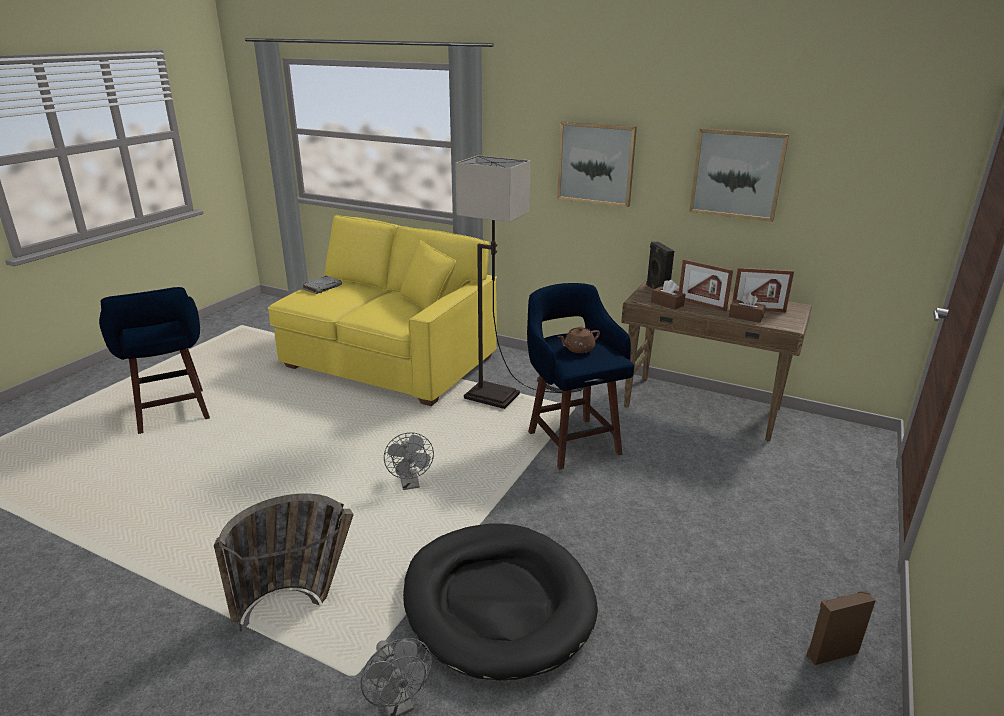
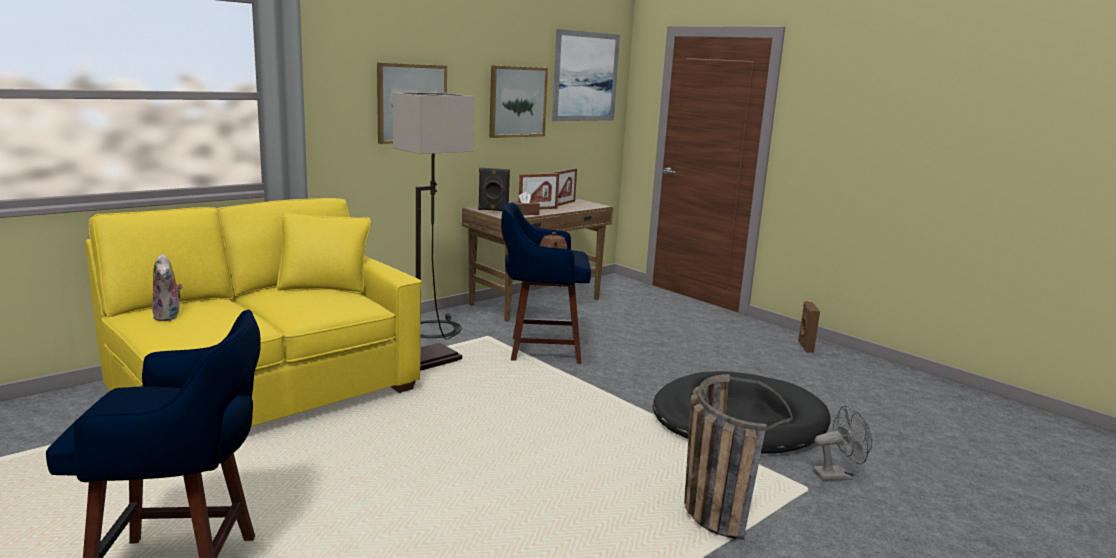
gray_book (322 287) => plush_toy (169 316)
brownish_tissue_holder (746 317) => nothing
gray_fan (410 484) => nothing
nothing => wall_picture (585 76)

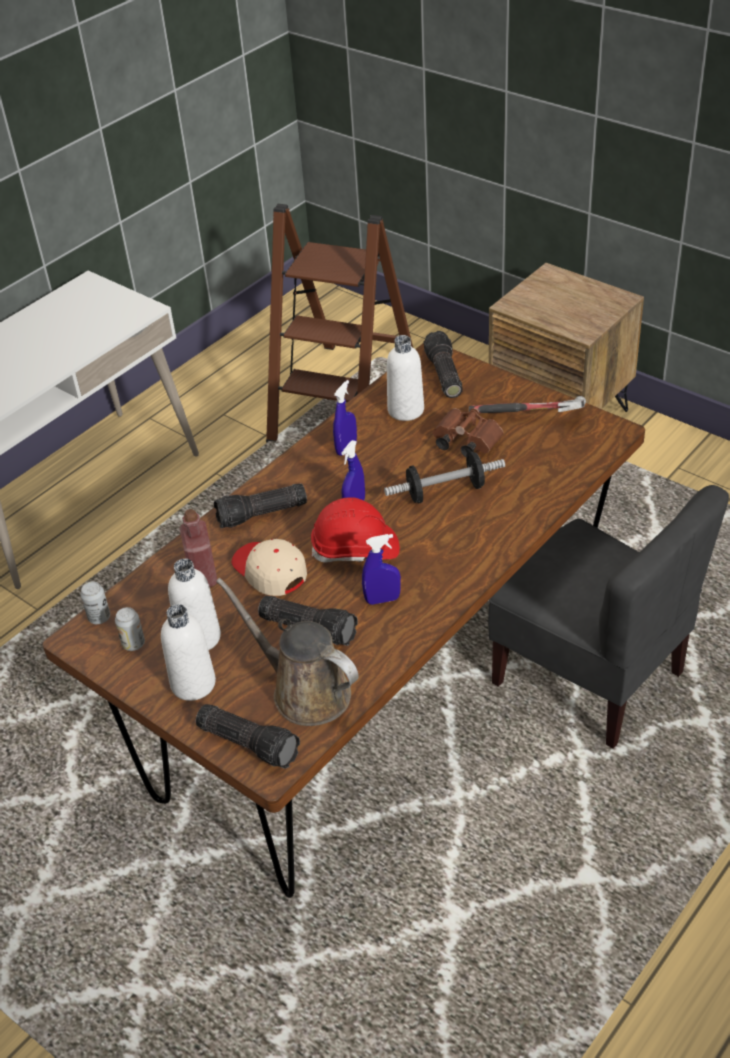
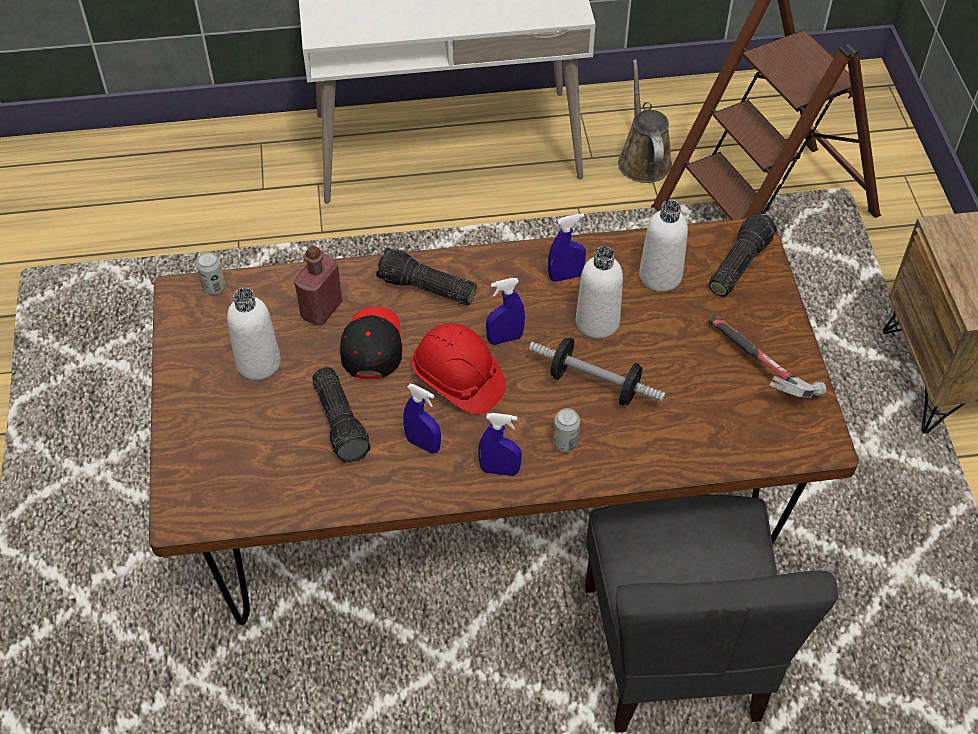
brownish_pair_of_binoculars (464 443) => nothing
beige-coloured_baseball_cap (269 571) => blackish_baseball_cap (372 346)
brownish_sprinkling_can (304 691) => brownish_sprinkling_can (643 159), move
white_bottle (193 684) => white_bottle (597 322), move
metal_can (133 644) => metal_can (565 443), move
flashlight (250 742) => nothing
nothing => blue-coloured_spray_bottle (499 470)

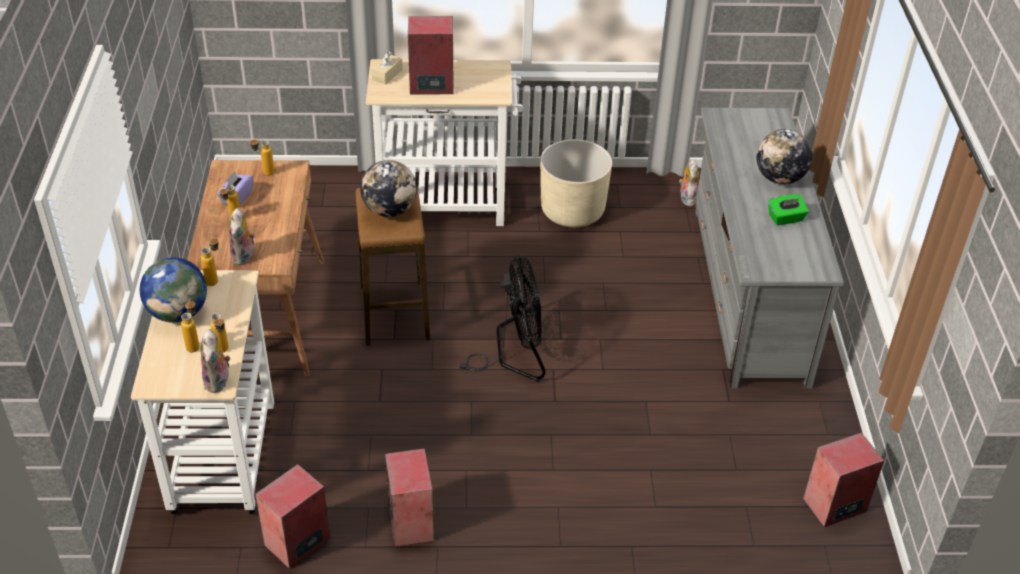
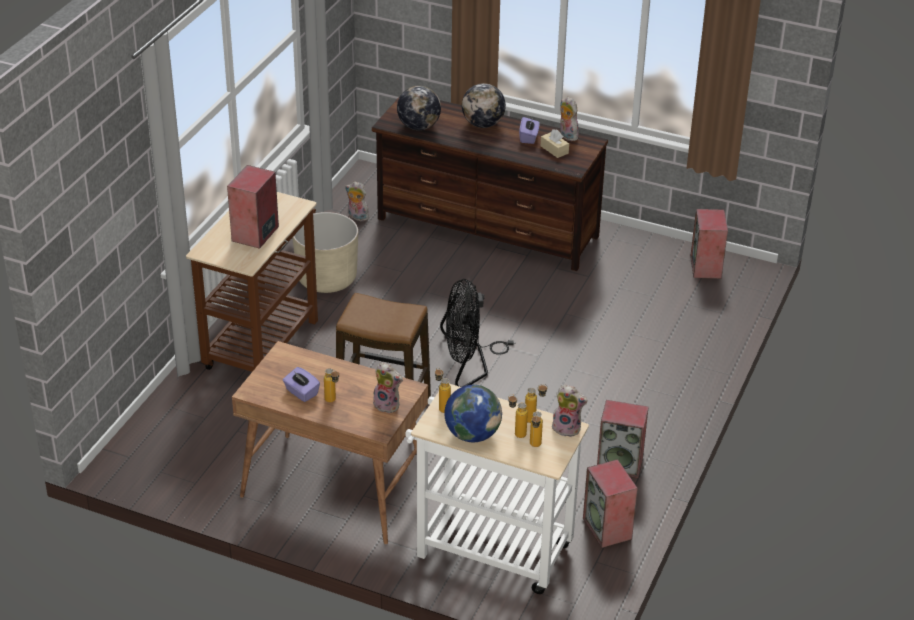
beige-coloured_tissue_holder (387 74) => beige-coloured_tissue_holder (554 150), move
white_cart (445 204) => brownish_cart (262 344)
gray_chest_of_drawers (747 295) => brownish_chest_of_drawers (488 229)
bottle (264 173) => bottle (535 447), move
world_globe (389 210) => world_globe (418 127), move
greenish_tissue_holder (786 218) => purple_tissue_holder (529 137)
blackish_fan (513 349) => blackish_fan (470 360), 120 degrees counterclockwise
nothing => plush_toy (567 136)

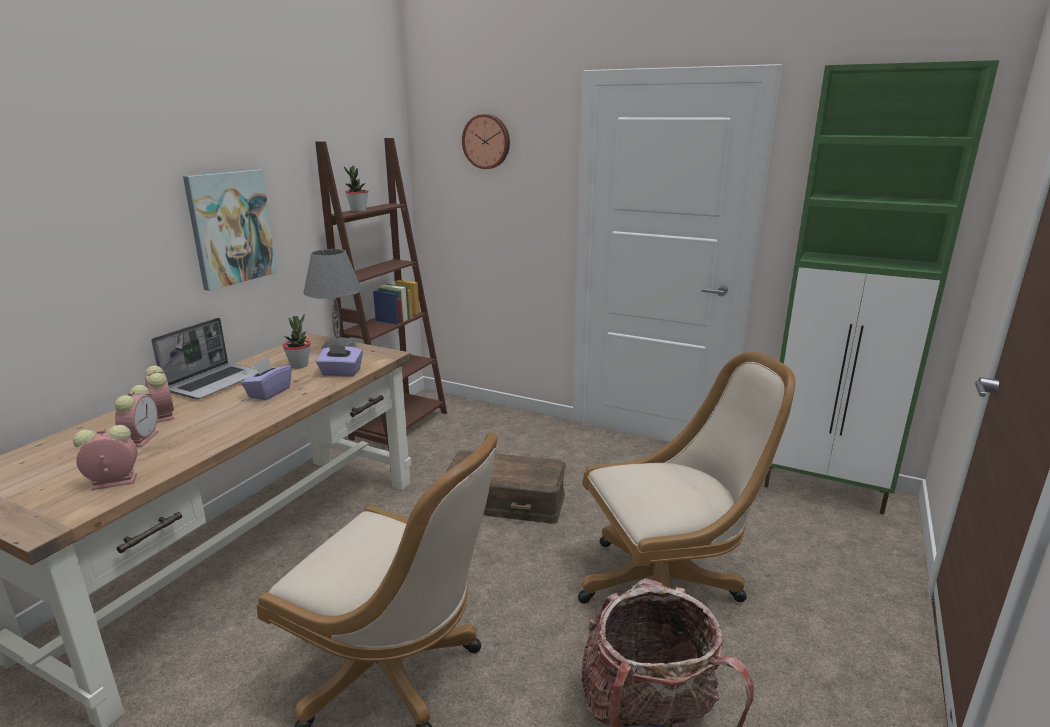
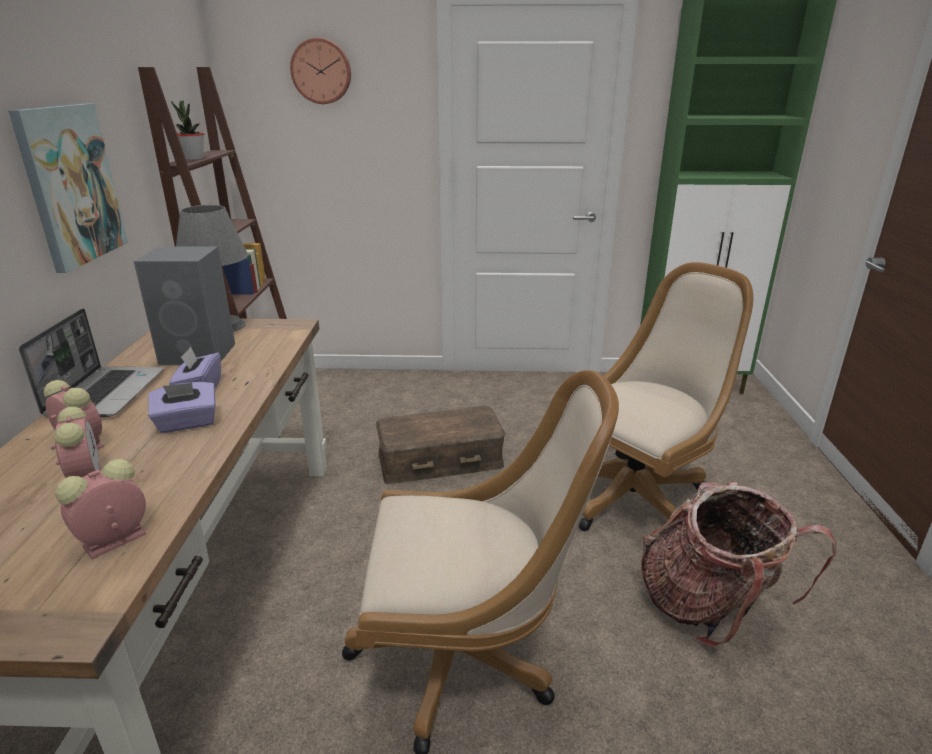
houseplant (299 365) => gray_speaker (200 354)
purple_tissue_holder (341 373) => purple_tissue_holder (187 423), move

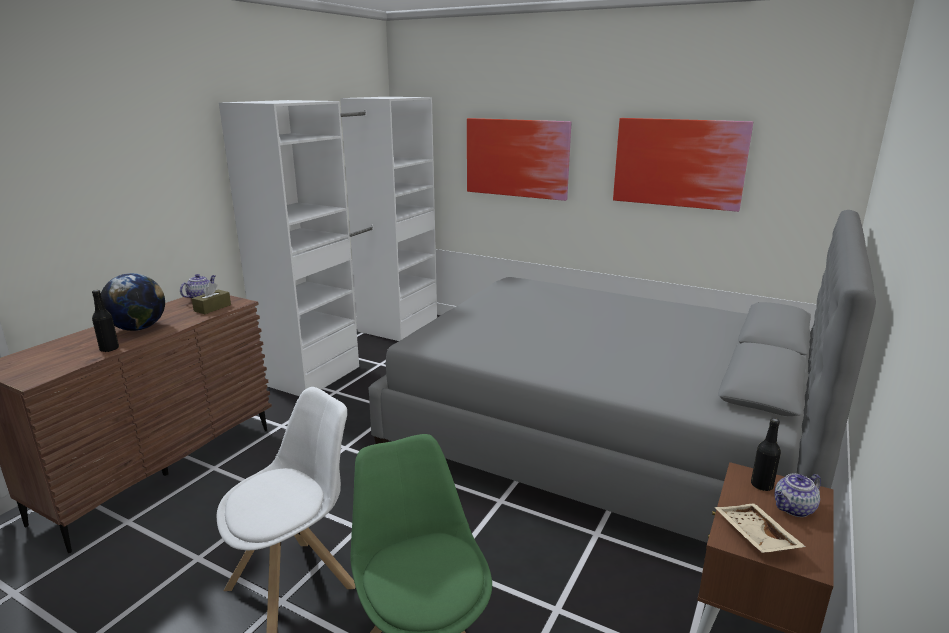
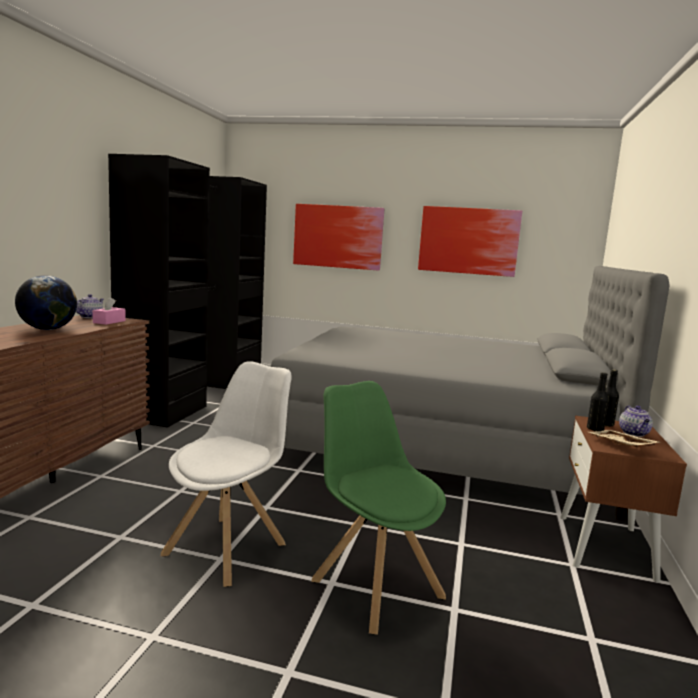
white_clothes_cupboard (359 347) => blackish_clothes_cupboard (198 394)
brownish_tissue_holder (212 308) => pinkish_tissue_holder (109 322)
blackish_bottle (109 349) => blackish_bottle (595 429), move
tea_pot (793 509) => tea_pot (634 433), 45 degrees counterclockwise

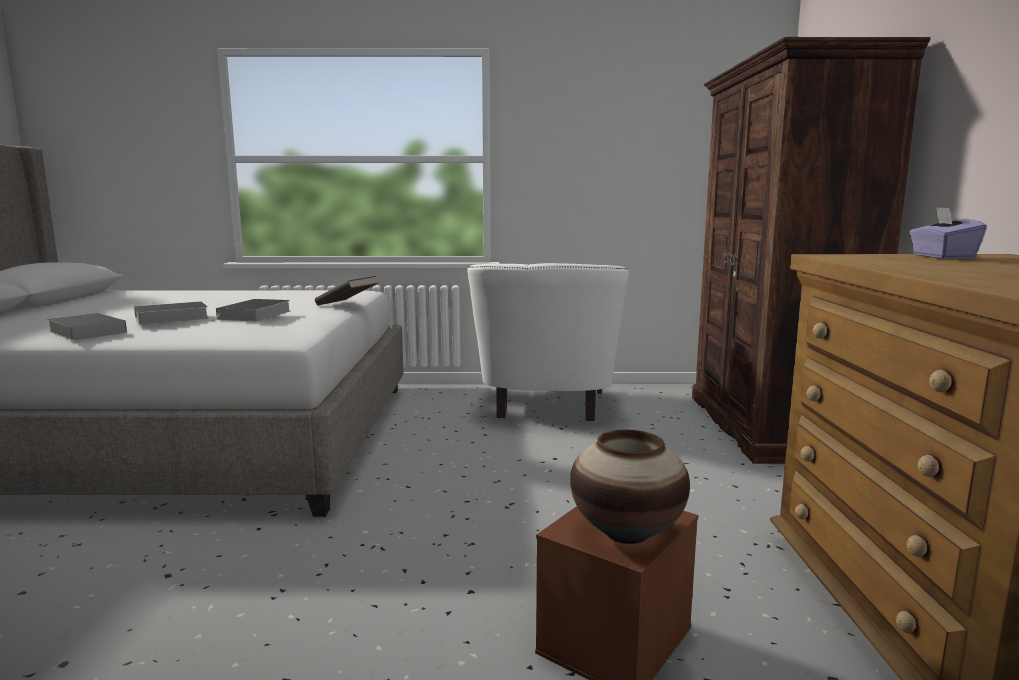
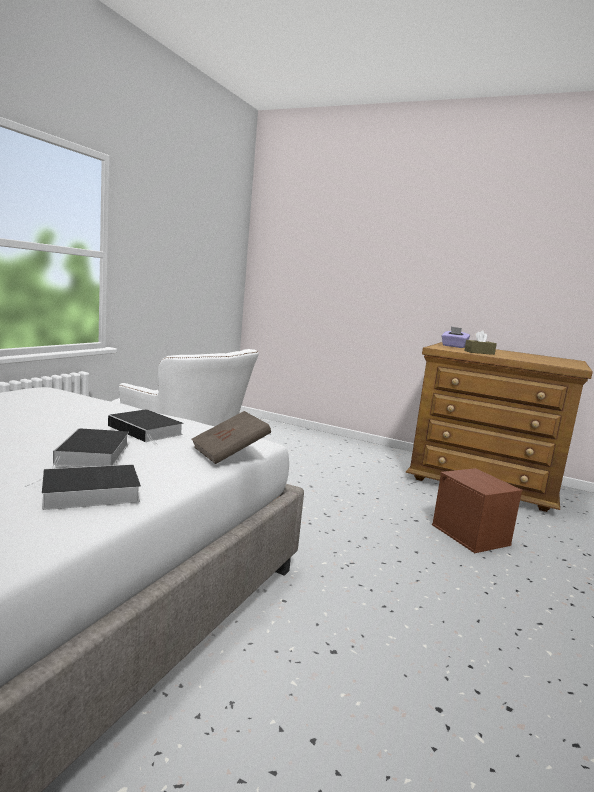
brownish_clothes_cupboard (768 426) => nothing
brownish_book (347 304) => brownish_book (229 453), move
flower_vase (626 533) => nothing
nothing => brownish_tissue_holder (479 352)

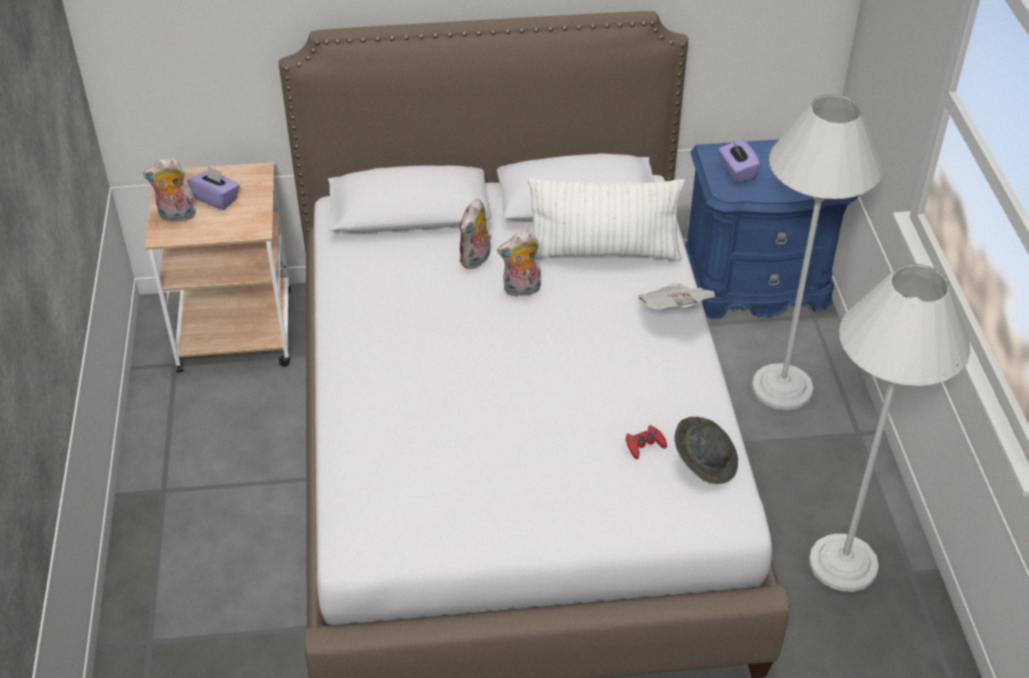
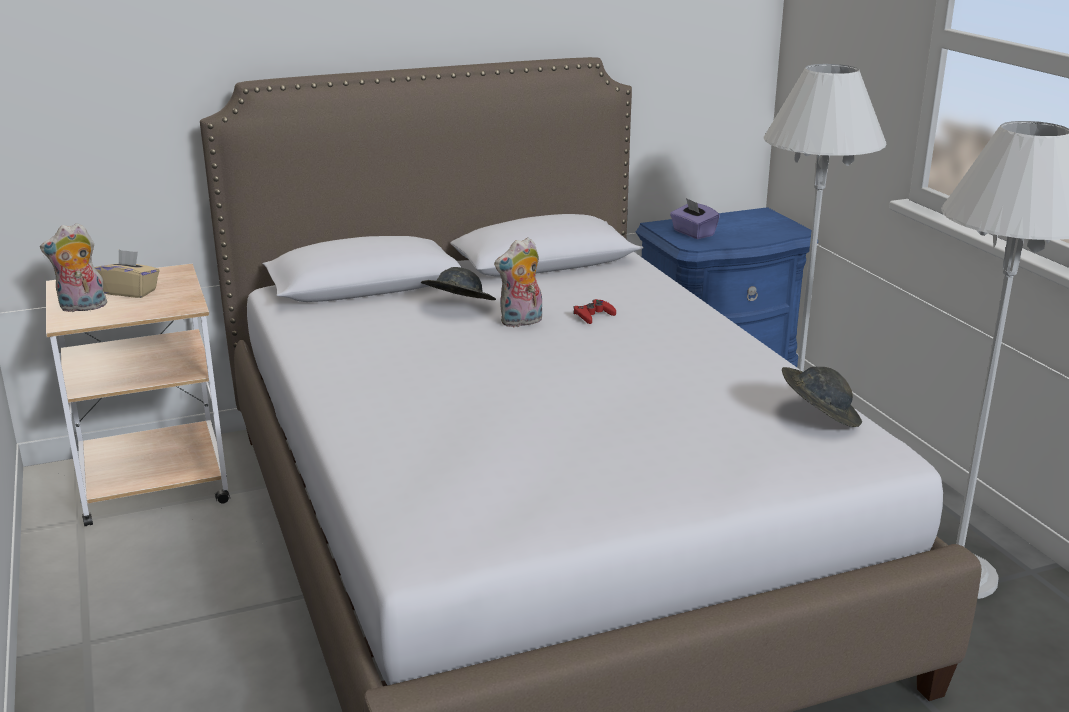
purple_tissue_holder (216 199) => beige-coloured_tissue_holder (130 292)
white_throw_pillow (603 252) => nothing
plush_toy (476 260) => gray_clothing_hat (458 308)
daily_paper (674 311) => nothing
red_gamepad (644 445) => red_gamepad (593 316), move

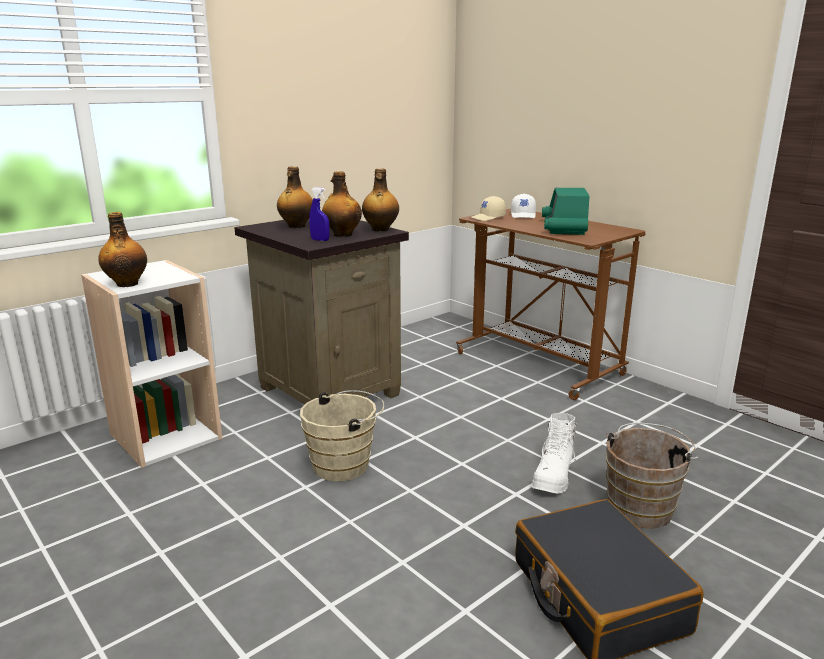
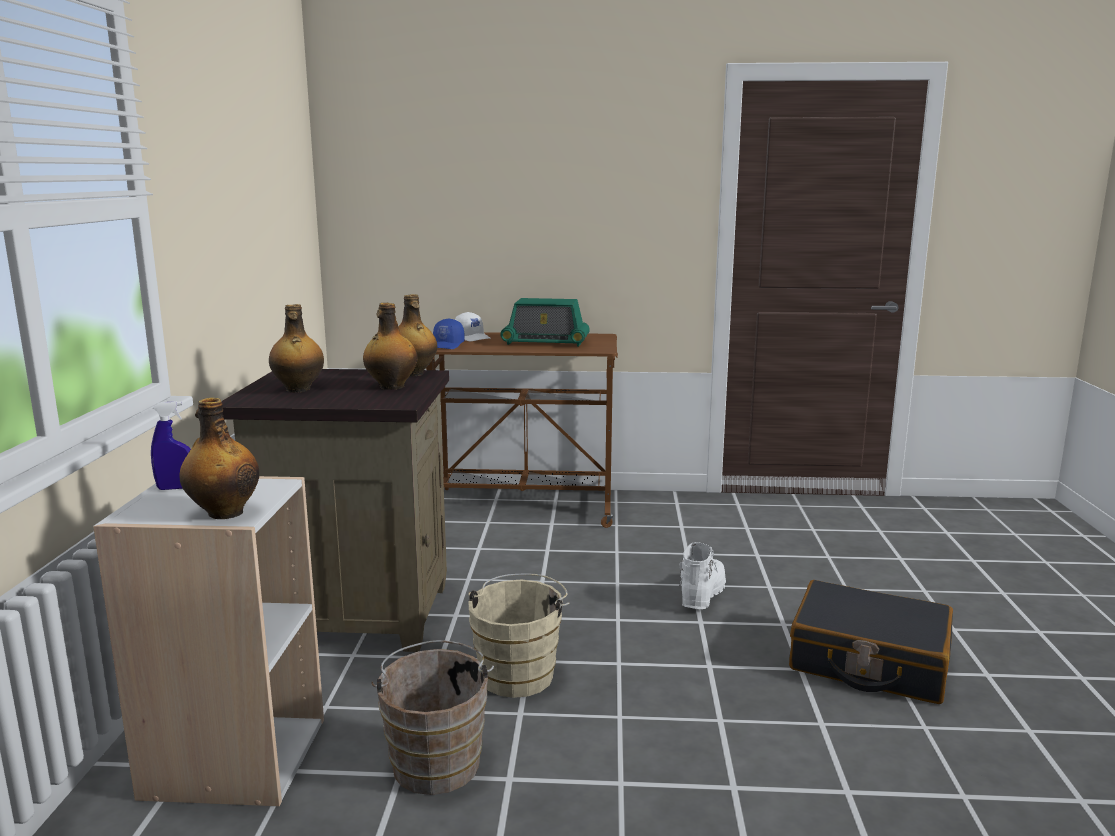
blue-coloured_spray_bottle (320 240) => blue-coloured_spray_bottle (176 488), move
radio_receiver (564 227) => radio_receiver (545 342), 45 degrees counterclockwise
beige-coloured_baseball_cap (488 218) => blue-coloured_baseball_cap (447 345)
white_high-top_boot (554 476) => white_high-top_boot (701 595), 135 degrees counterclockwise
brownish_pail (641 506) => brownish_pail (436 760), move

